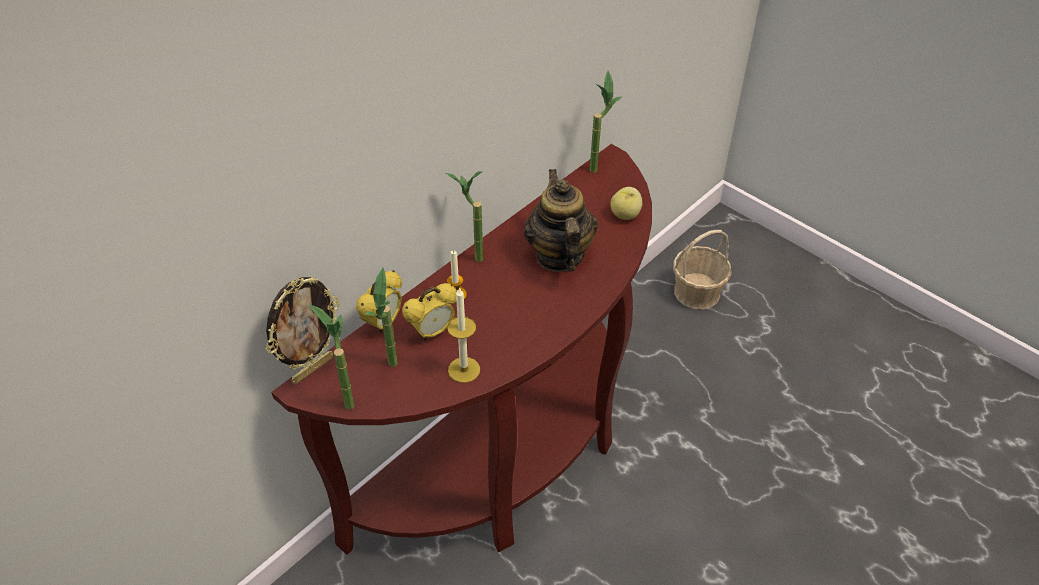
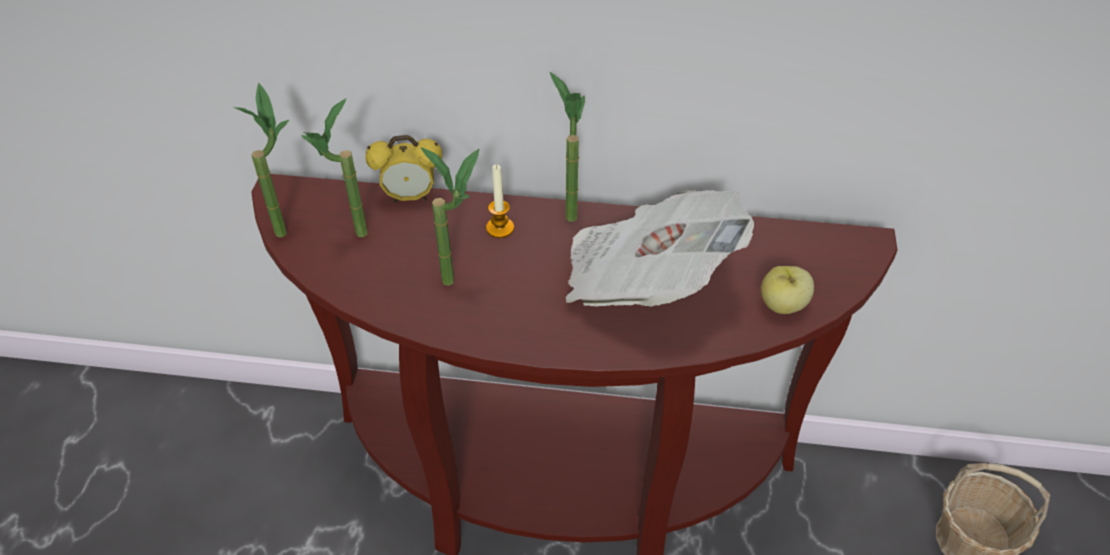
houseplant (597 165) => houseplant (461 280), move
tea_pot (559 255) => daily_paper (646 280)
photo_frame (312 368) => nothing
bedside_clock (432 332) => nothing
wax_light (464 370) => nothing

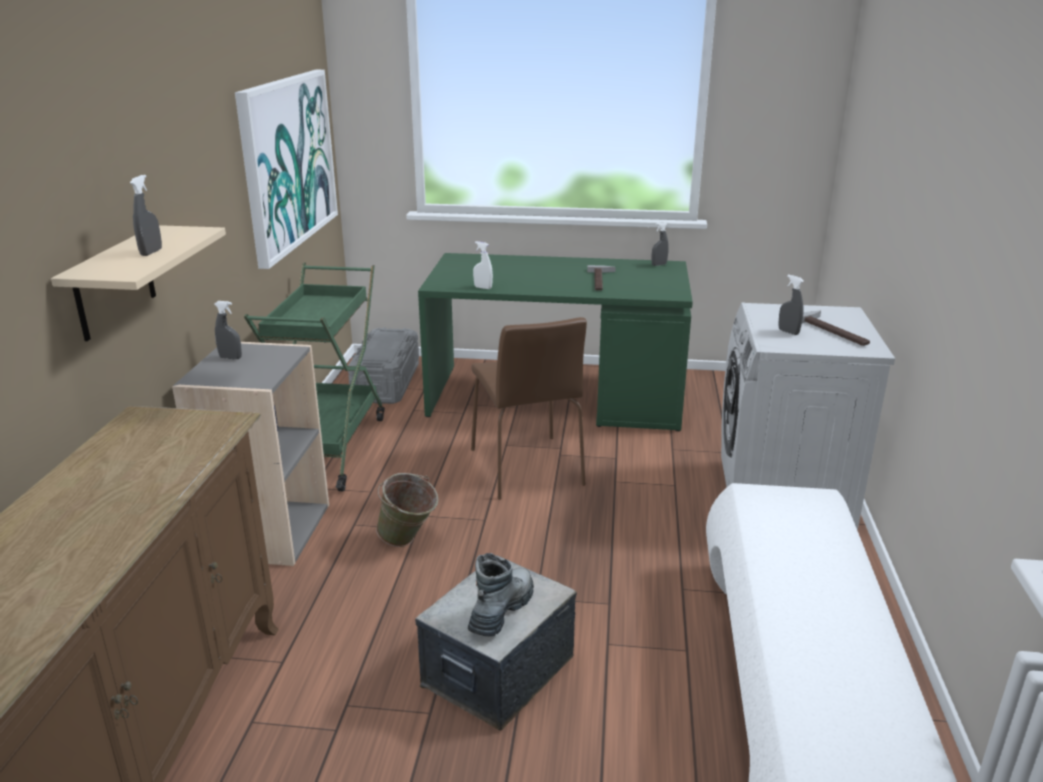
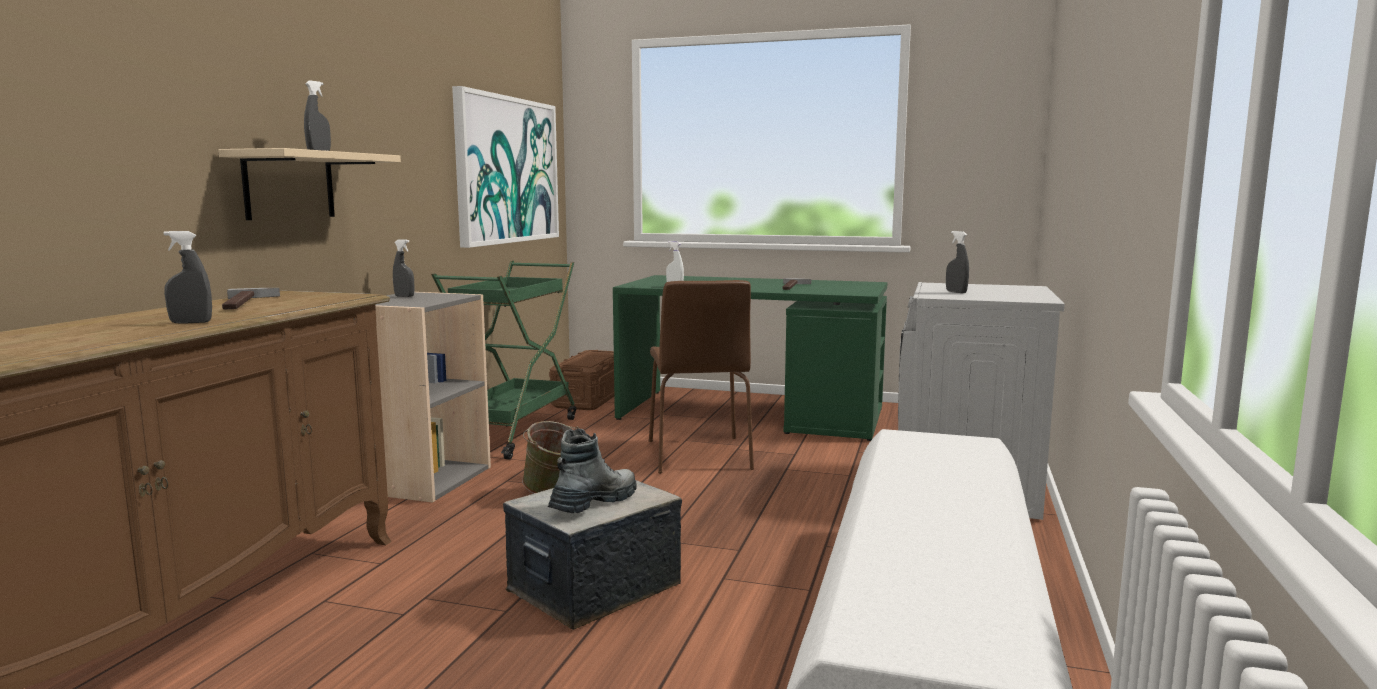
gray_spray_bottle (659 265) => gray_spray_bottle (191 322), move
tool_hammer (835 331) => tool_hammer (246 303), move
gray_storage_box (386 383) => brownish_storage_box (590 398)

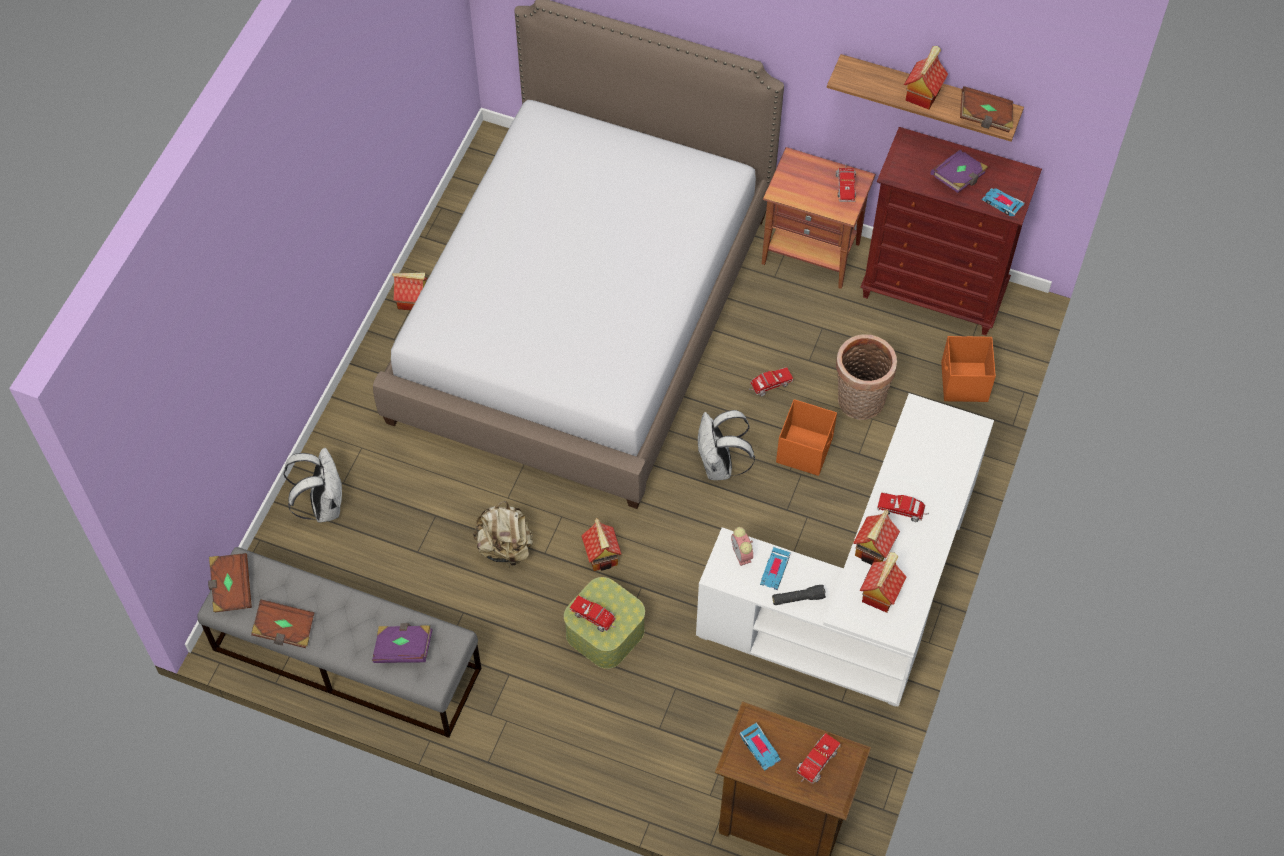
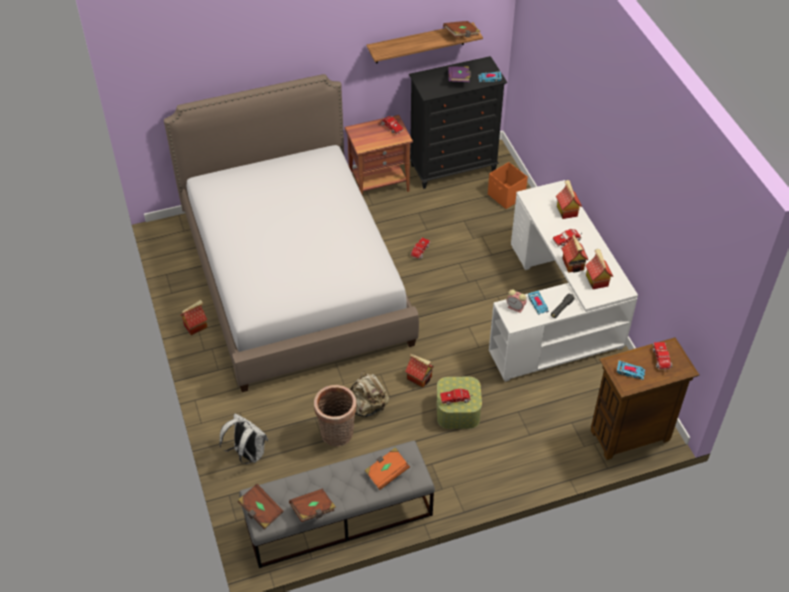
model_house (922 93) => model_house (566 211), move
red_chest_of_drawers (934 293) => blackish_chest_of_drawers (453 168)
basket (859 403) => basket (337 435), move
orangey_storage_box (805 450) => nothing
white_backpack (719 466) => nothing
purple_book (403 648) => orangey_book (386 472)

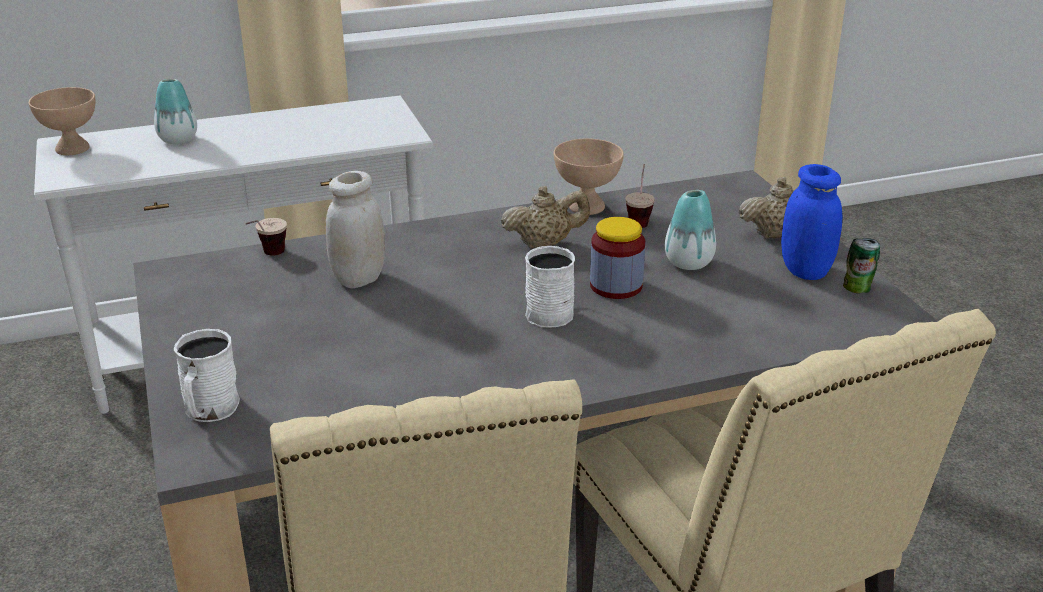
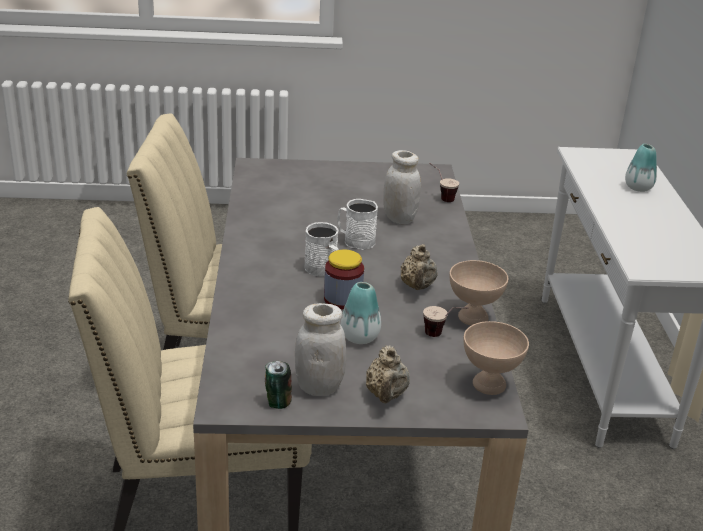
beige-coloured_serving_bowl (73 148) => beige-coloured_serving_bowl (490 385), move
blue-coloured_preserve_jar (805 271) => white_preserve_jar (319 387)
white_mug (209 410) => white_mug (355 241), move

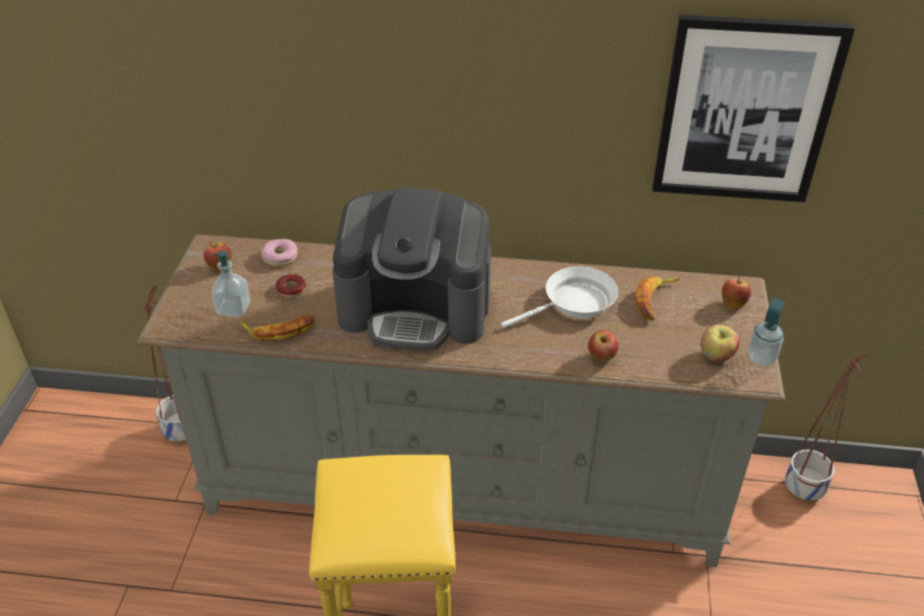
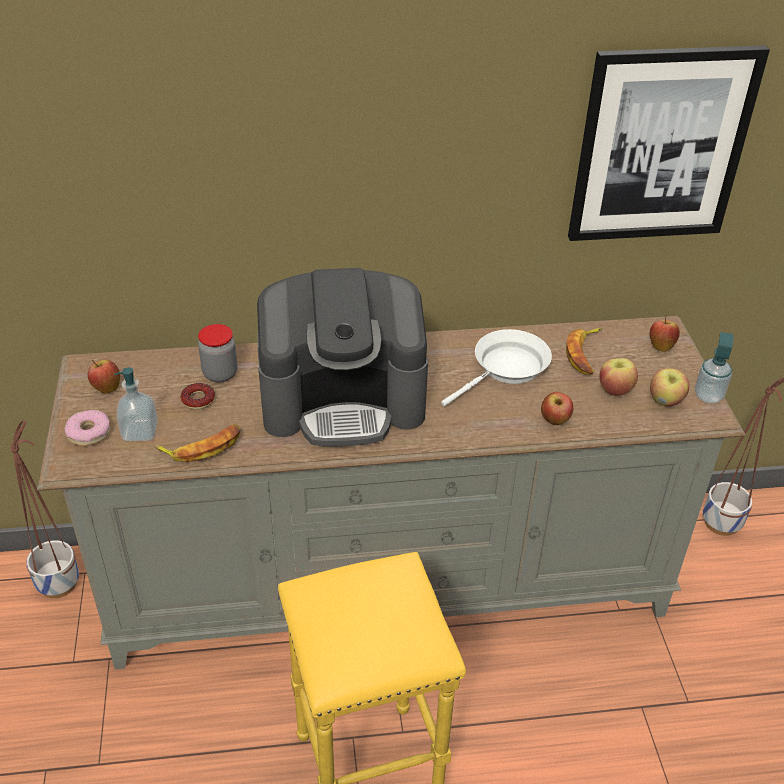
donut (280 257) => donut (89 433), move
nothing => preserve_jar (220 374)
nothing => apple (615 389)

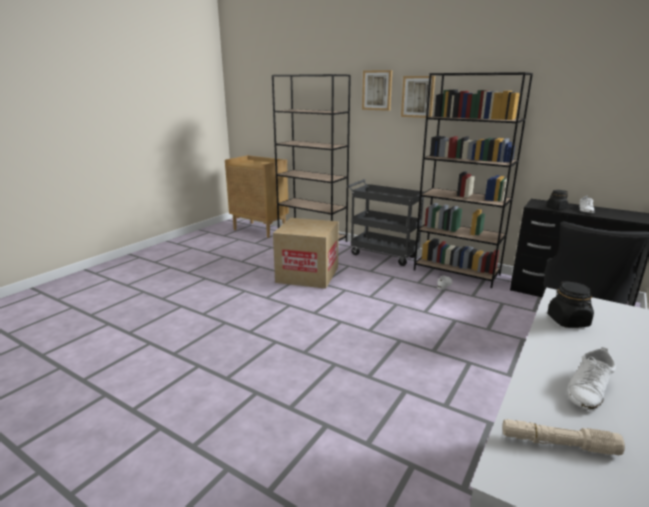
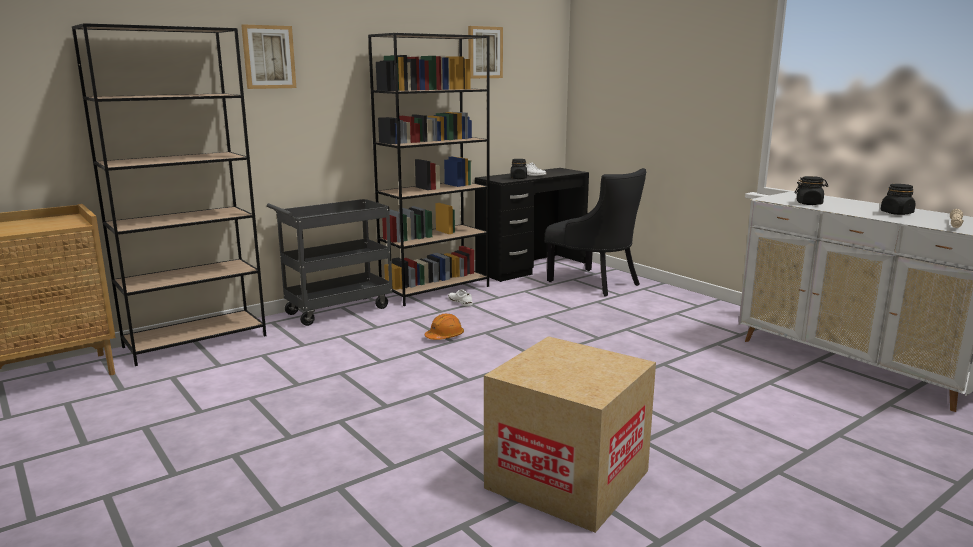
wall_picture (418 96) => wall_picture (484 52), move
carton (307 275) => carton (567 479), move
white_shoe (588 388) => blackish_preserve_jar (896 213)
nothing => orangey_hard_hat (444 336)

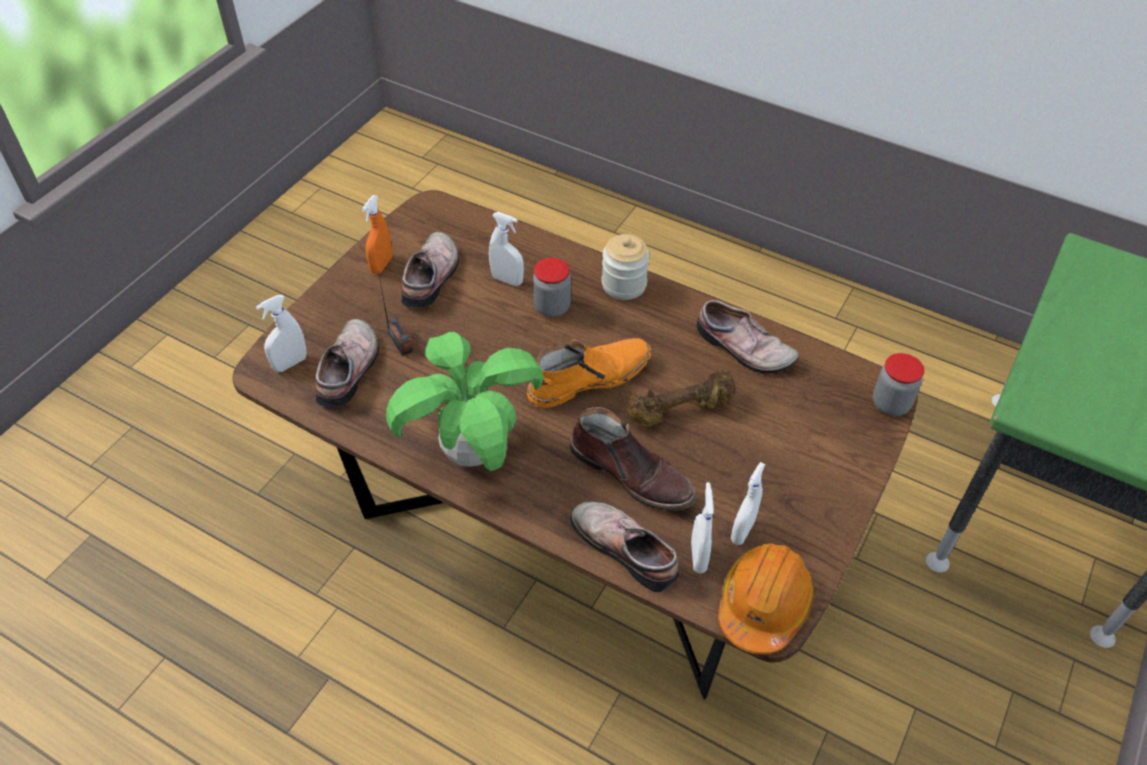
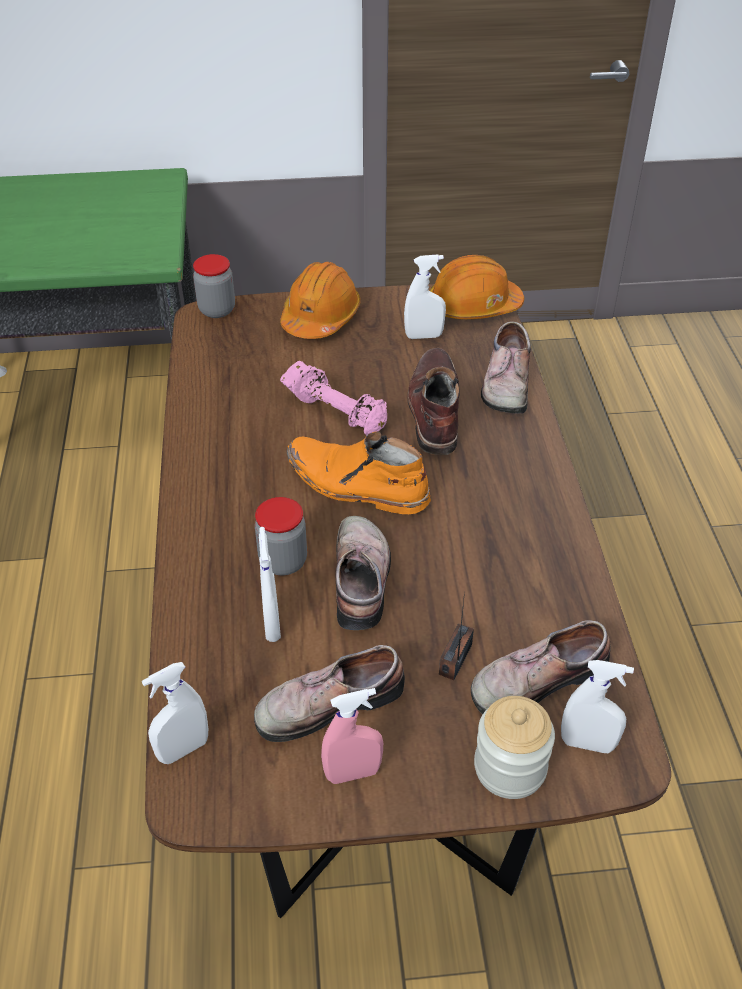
orangey_spray_bottle (381 265) => pinkish_spray_bottle (353 773)
preserve_jar (624 284) => preserve_jar (510 767), move
shoe (743 349) => shoe (364 579), move
houseplant (472 453) => nothing
brownish_hand_weight (680 410) => pinkish_hand_weight (336 412)
white_spray_bottle (698 557) => white_spray_bottle (183 749), move
nothing => orangey_hard_hat (320 317)

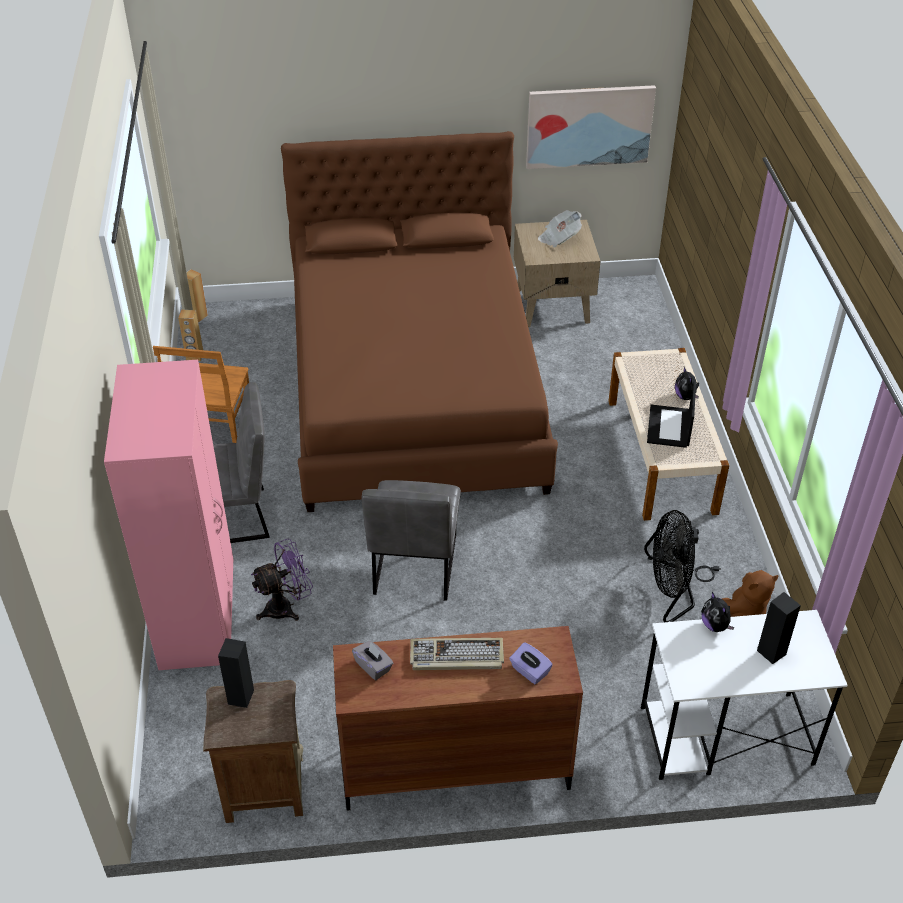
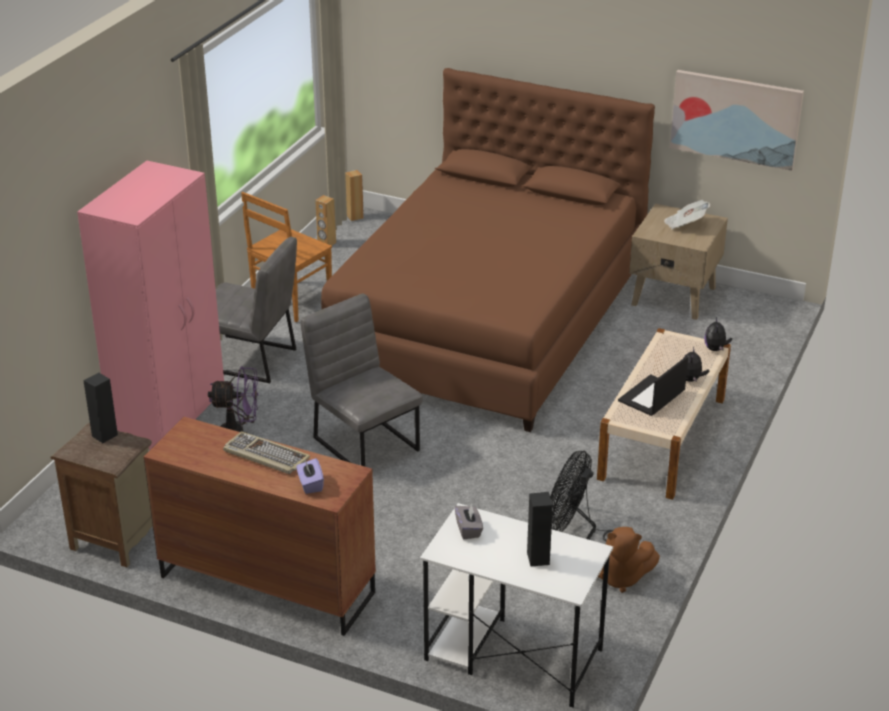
gray_plain_chair (414 566) => gray_plain_chair (364 442), 105 degrees clockwise
plush_toy (715 625) => plush_toy (715 349), move
gray_tissue_holder (373 666) => gray_tissue_holder (468 530), move

